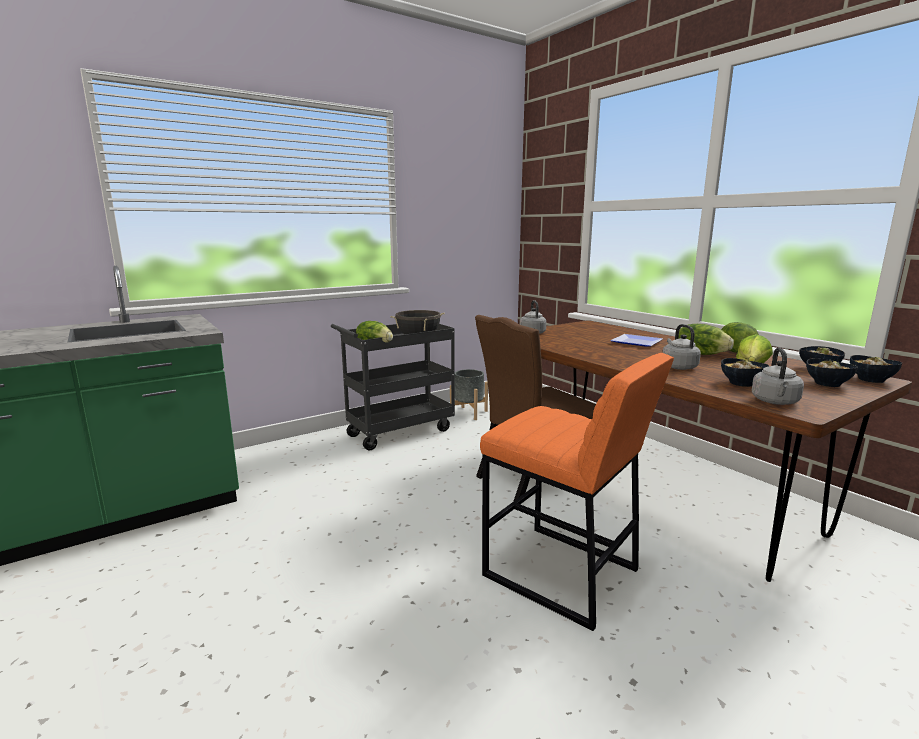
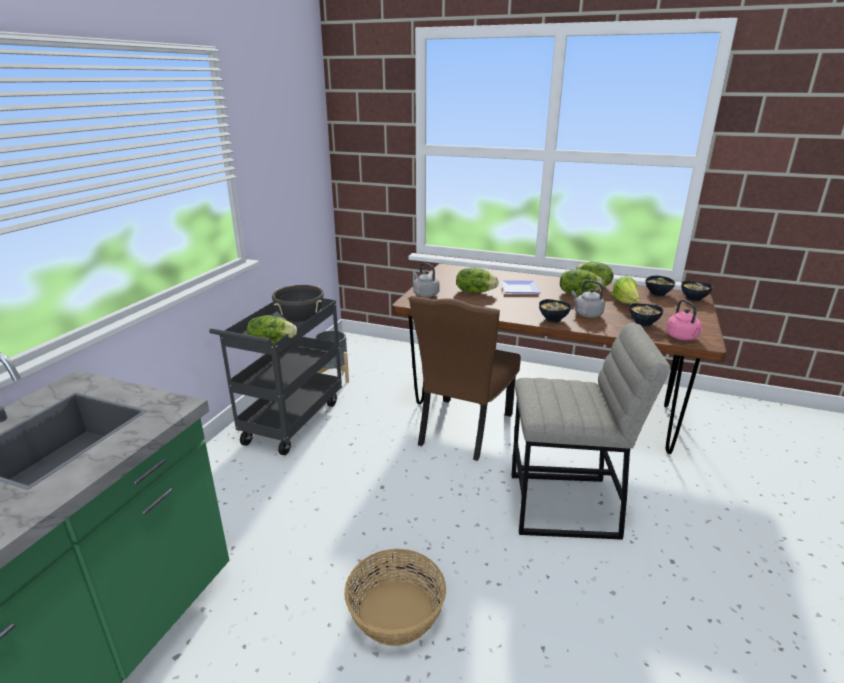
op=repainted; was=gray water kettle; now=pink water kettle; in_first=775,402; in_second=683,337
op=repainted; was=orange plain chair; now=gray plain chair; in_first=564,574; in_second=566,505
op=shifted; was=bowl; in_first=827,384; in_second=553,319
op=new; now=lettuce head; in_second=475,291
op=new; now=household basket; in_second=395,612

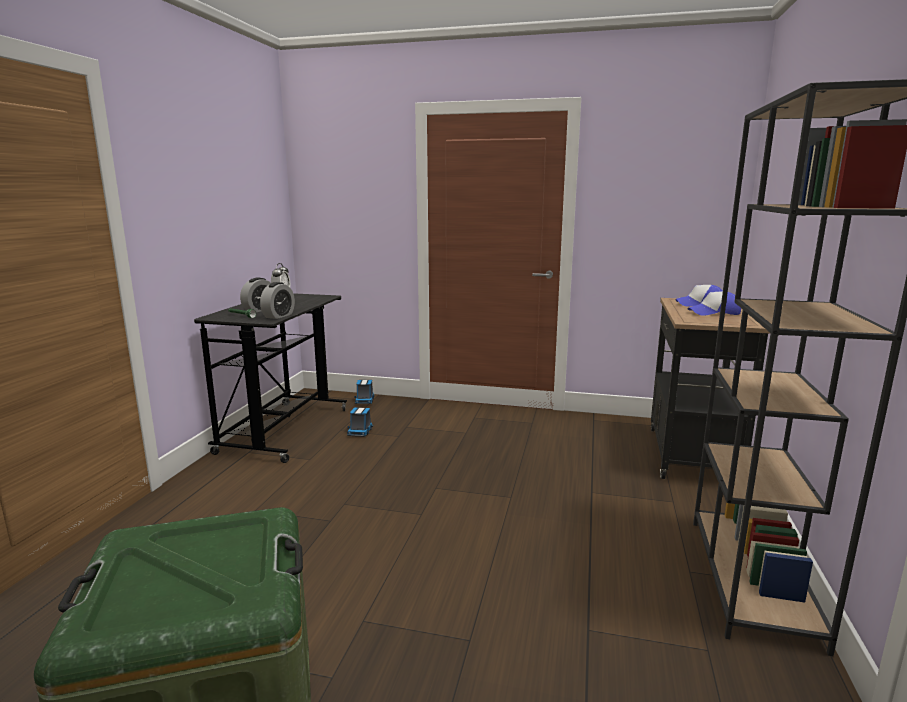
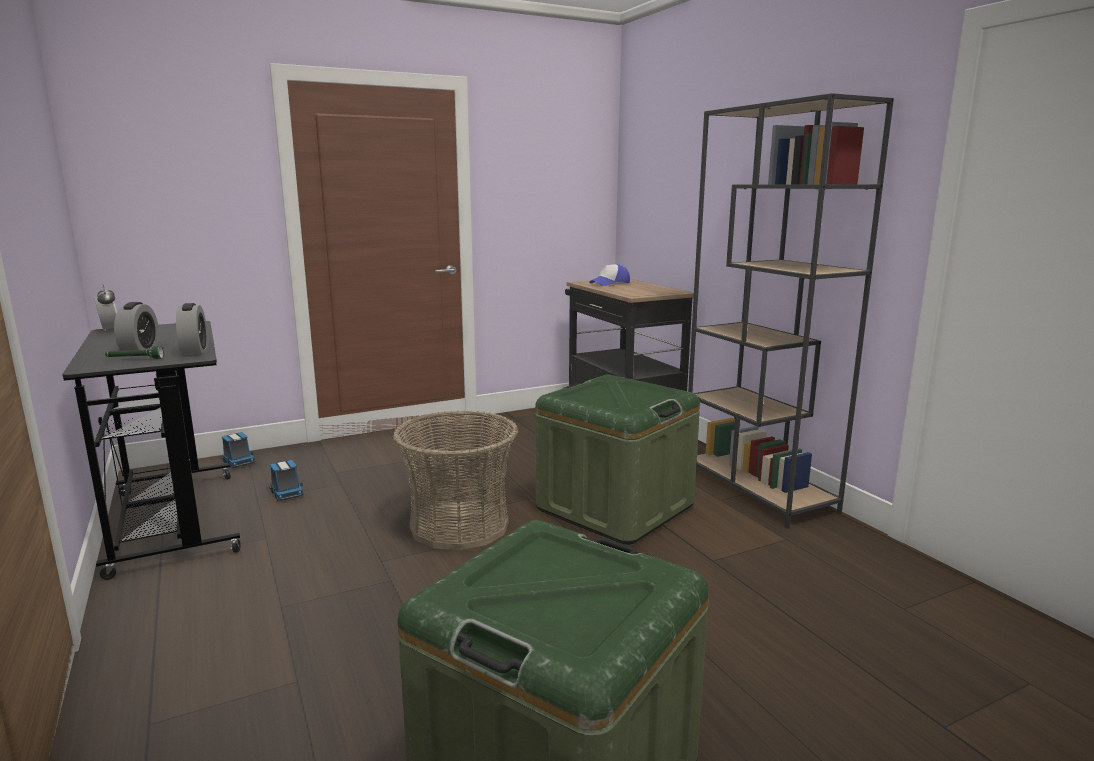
op=gone; was=cap; in_first=714,313
op=new; now=green-coloured storage bin; in_second=615,507
op=new; now=household basket; in_second=459,525

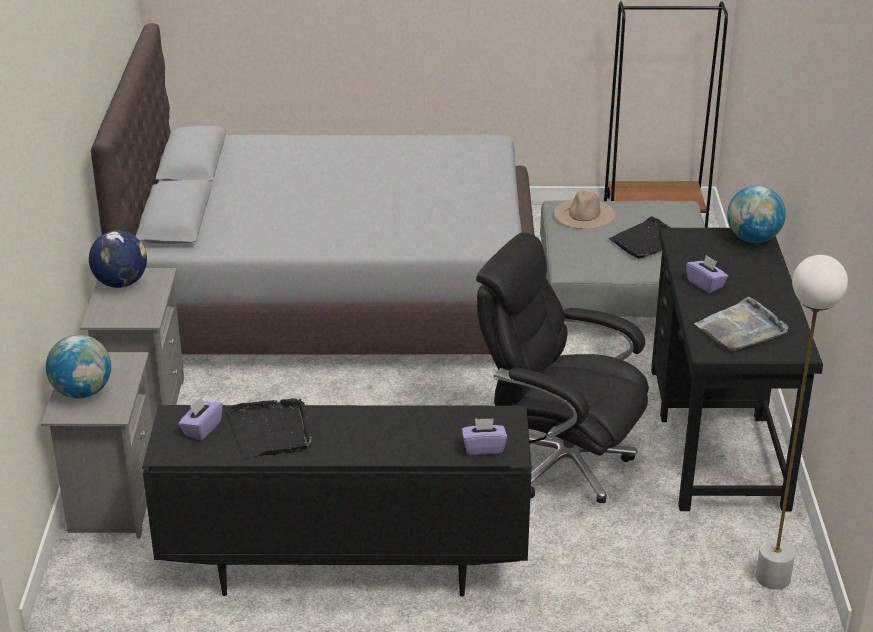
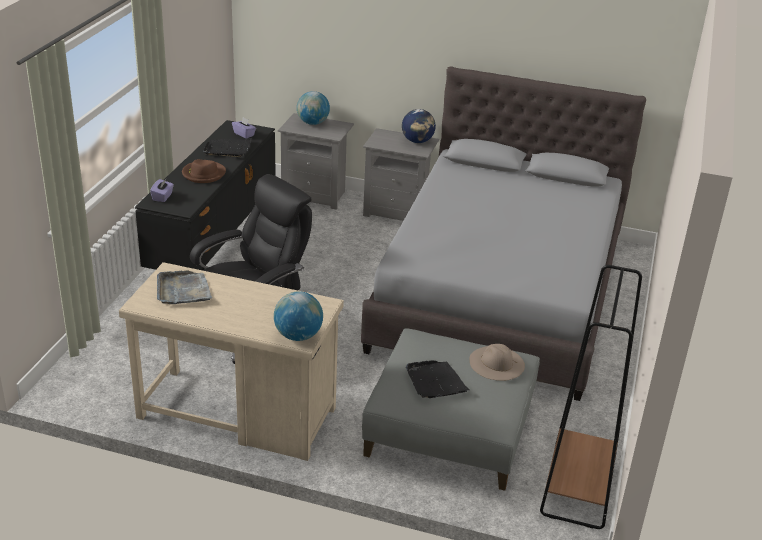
op=repainted; was=black desk unit; now=sand-coloured desk unit; in_first=718,436; in_second=236,414
op=gone; was=purple box of tissues; in_first=705,284
op=gone; was=white standard lamp; in_first=772,578
op=new; now=brown wearable hat; in_second=203,174

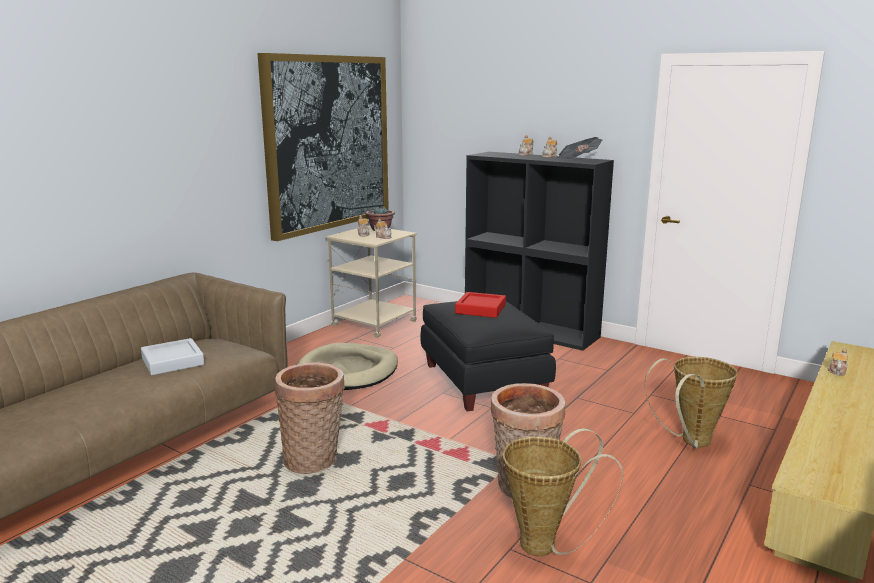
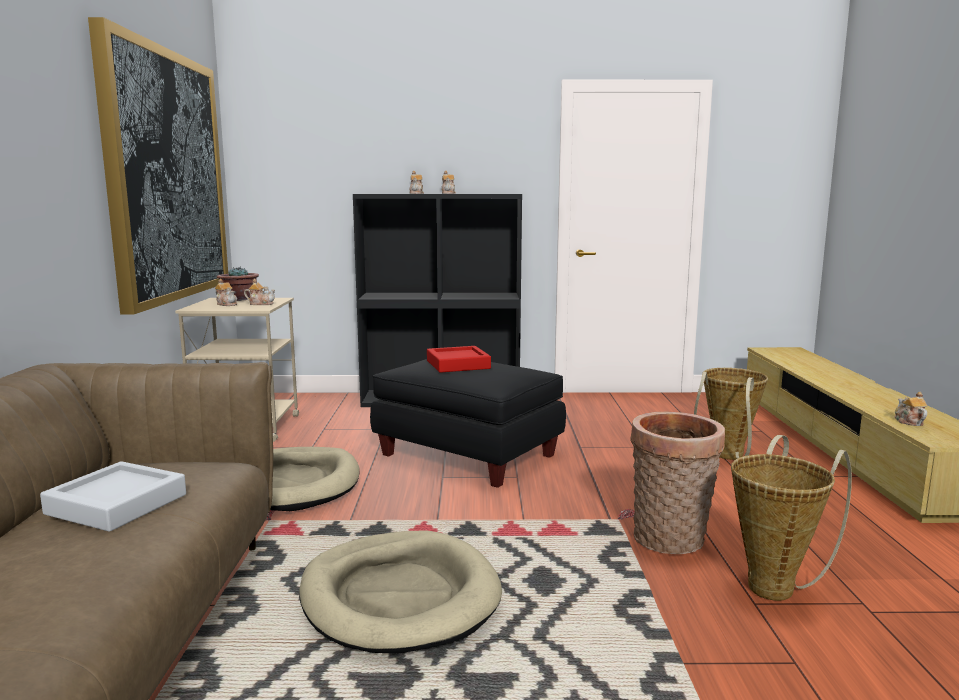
op=gone; was=newspaper; in_first=578,161
op=shifted; was=tea pot; in_first=837,371; in_second=908,422
op=swapped; was=household basket; now=sand-coloured dog cushion; in_first=314,460; in_second=399,597

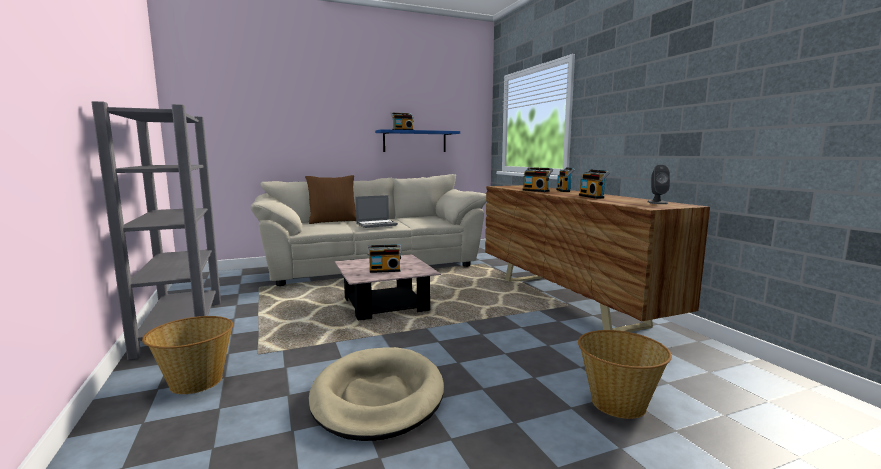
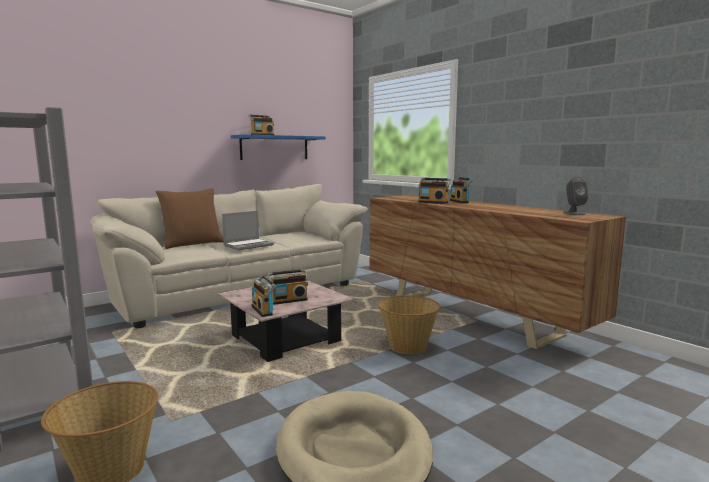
op=shifted; was=radio; in_first=592,197; in_second=263,310
op=shifted; was=household basket; in_first=618,403; in_second=408,346

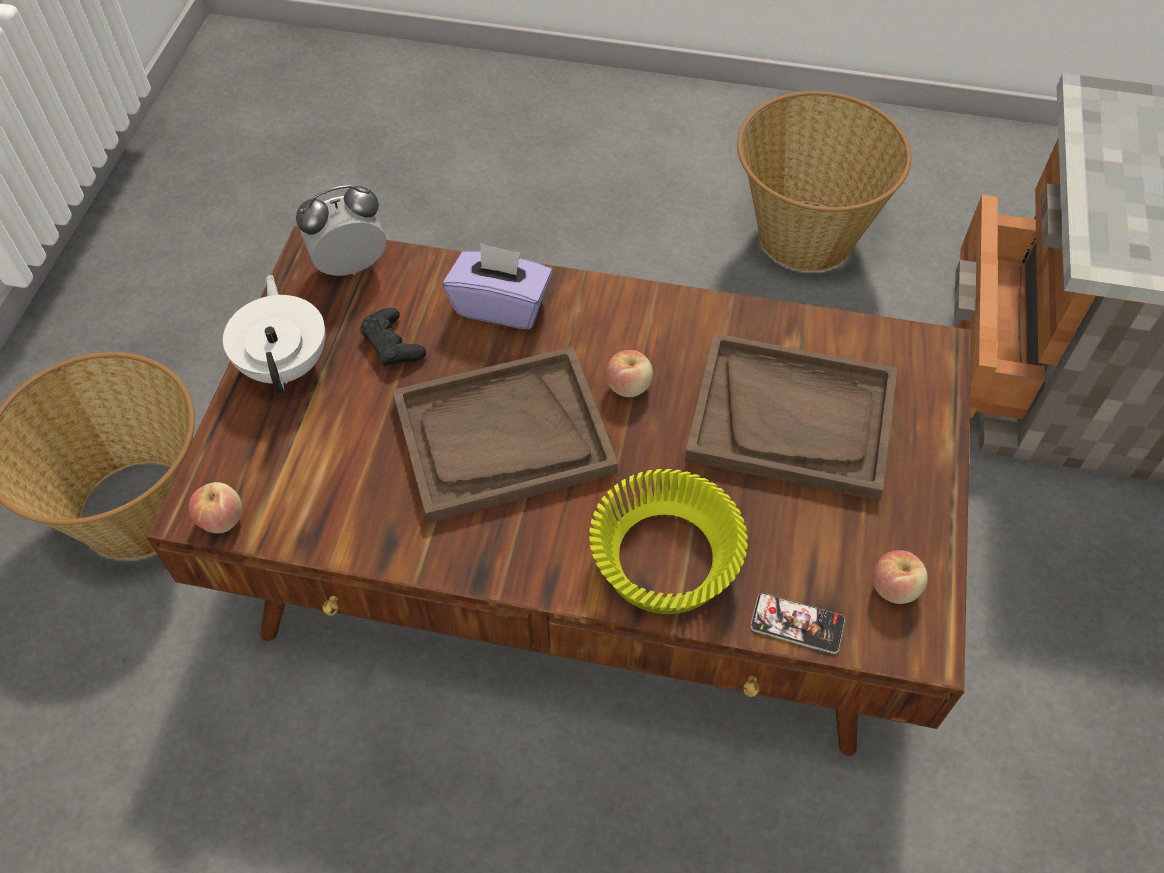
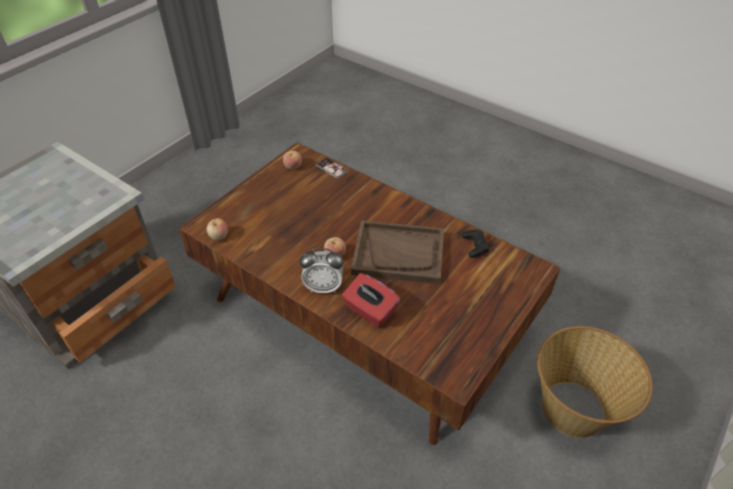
op=gone; was=household basket; in_first=804,234
op=shifted; was=bedside clock; in_first=351,266; in_second=323,287
op=repainted; was=purple box of tissues; now=reddish box of tissues; in_first=501,305; in_second=370,311
op=gone; was=white tea pot; in_first=286,364
op=shifted; was=black joypad; in_first=392,344; in_second=475,246
op=gone; was=brown serving tray; in_first=792,418
op=gone; was=yellow-coloured bowl; in_first=667,561
op=shifted; was=apple fruit; in_first=221,519; in_second=219,236

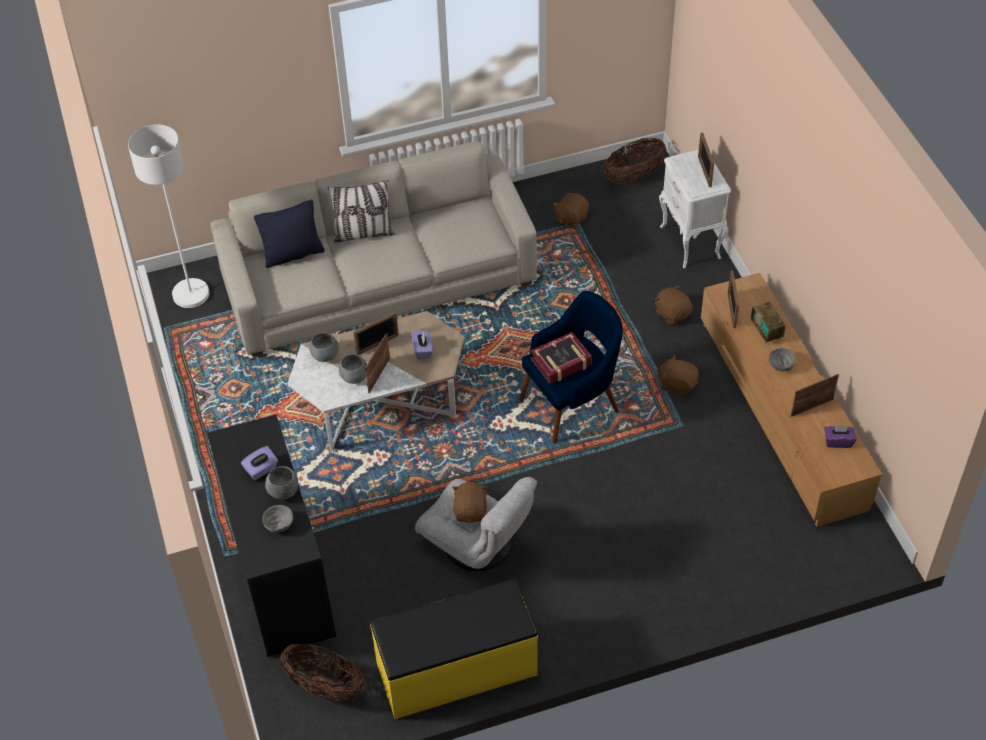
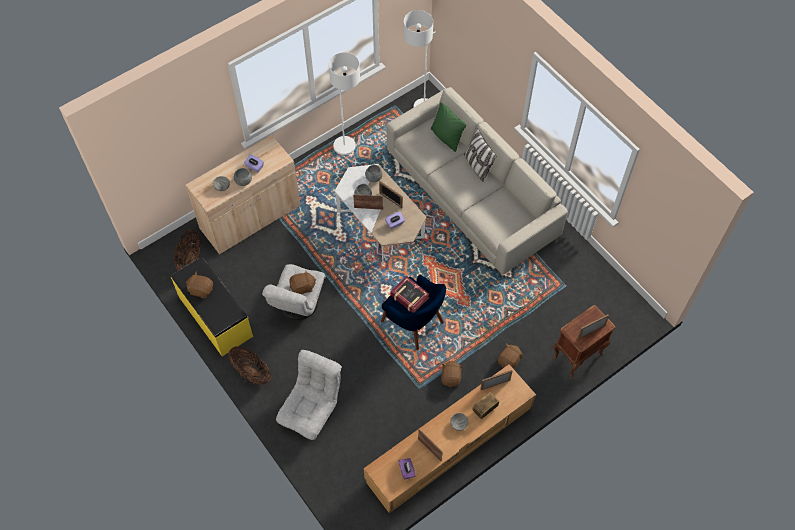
op=shifted; was=household basket; in_first=633,177; in_second=251,372
op=repainted; was=white night table; now=brown night table; in_first=690,242; in_second=577,356
op=shifted; was=brown plush toy; in_first=570,218; in_second=201,289
op=repainted; was=black pillow; now=green-coloured pillow; in_first=293,254; in_second=446,137
op=repainted; was=black cabinet; now=sand-coloured cabinet; in_first=281,575; in_second=250,217
op=new; now=white standard lamp; in_second=348,151
op=new; now=gray armchair; in_second=312,410

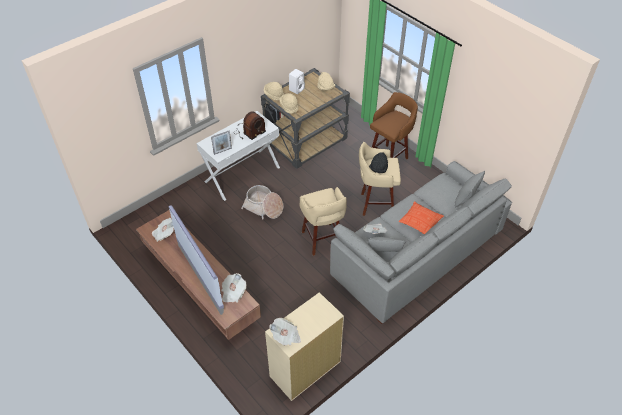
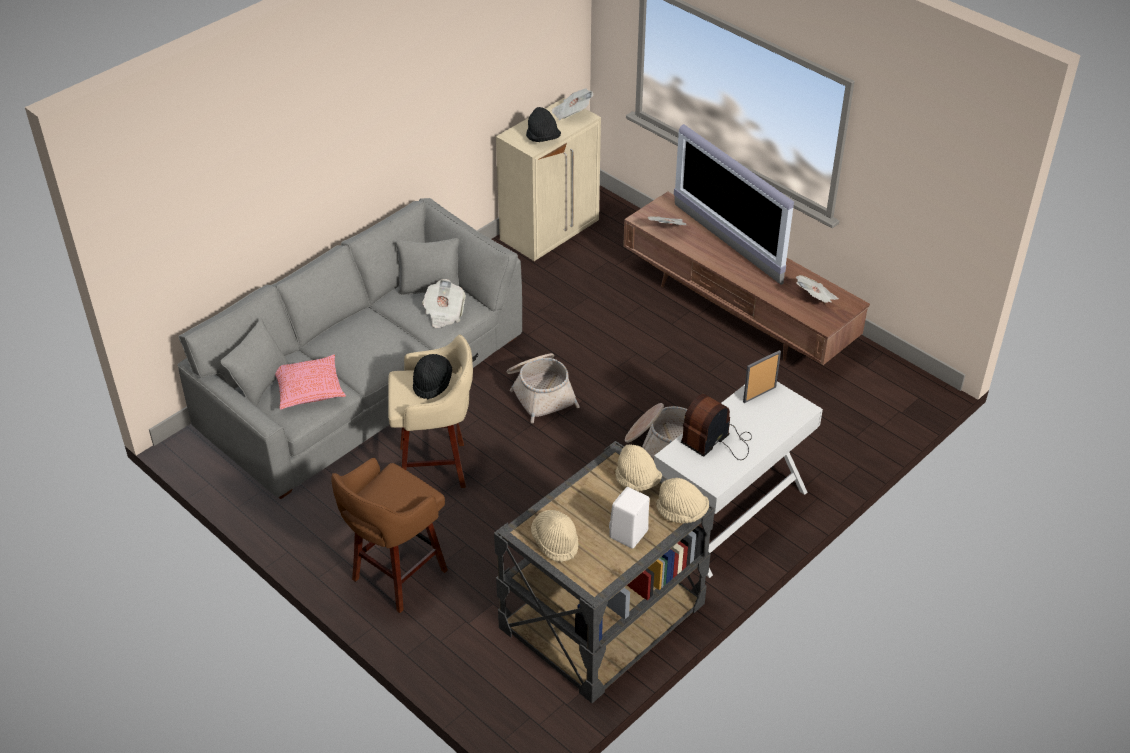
op=swapped; was=sand-coloured sitting stool; now=household basket; in_first=322,241; in_second=540,393
op=gone; was=orange pillow; in_first=420,222
op=new; now=black wearable hat; in_second=543,139
op=new; now=pink pillow; in_second=309,390

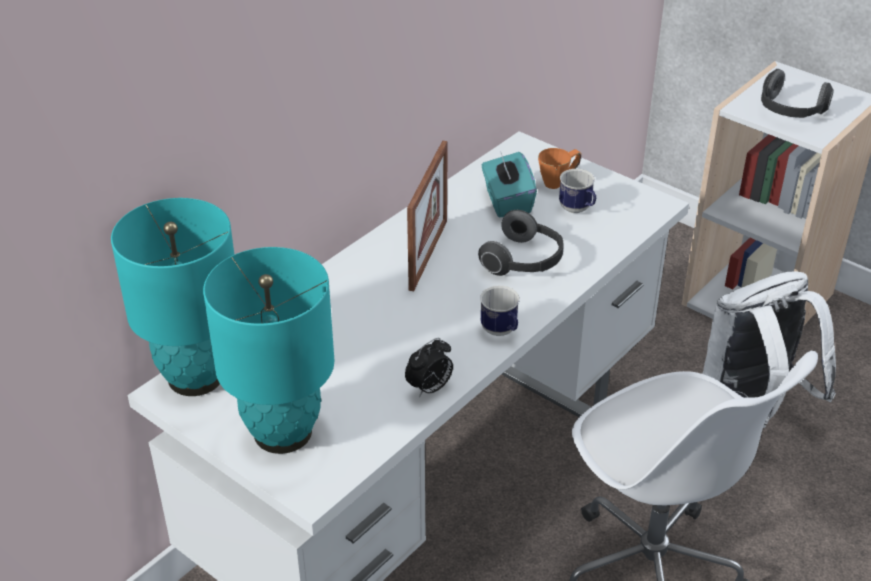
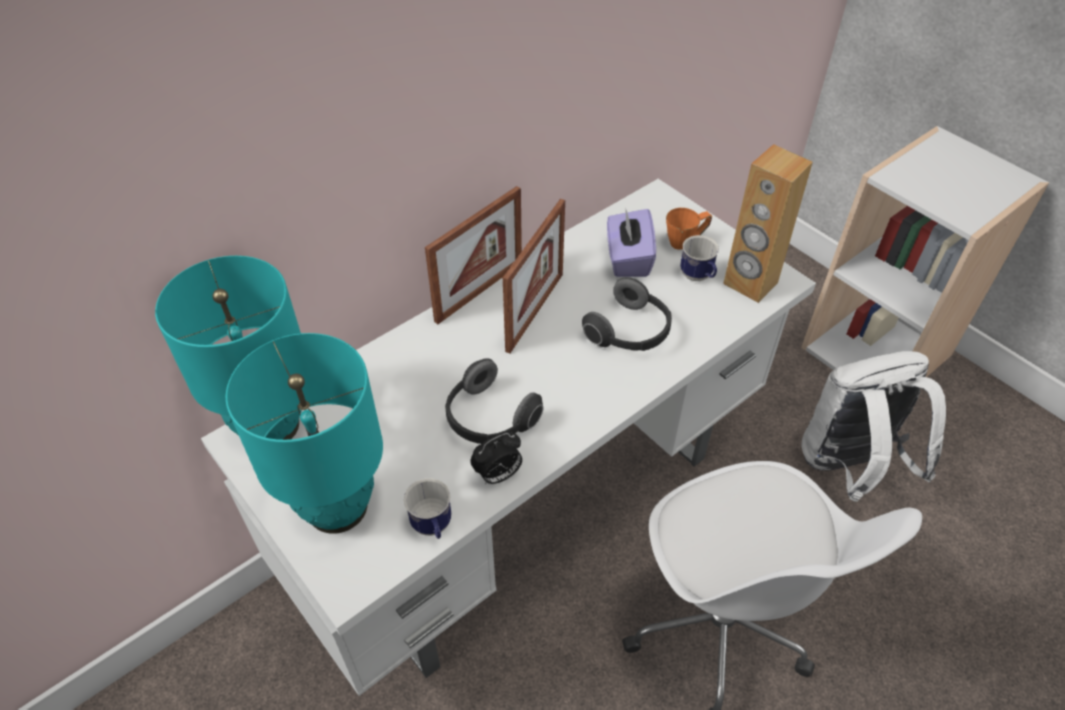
op=shifted; was=pair of headphones; in_first=790,111; in_second=489,419
op=repainted; was=turquoise-coloured box of tissues; now=purple box of tissues; in_first=507,201; in_second=628,259
op=shifted; was=mug; in_first=501,332; in_second=433,527
op=new; now=brown speaker; in_second=750,283
op=new; now=standing frame; in_second=479,291

